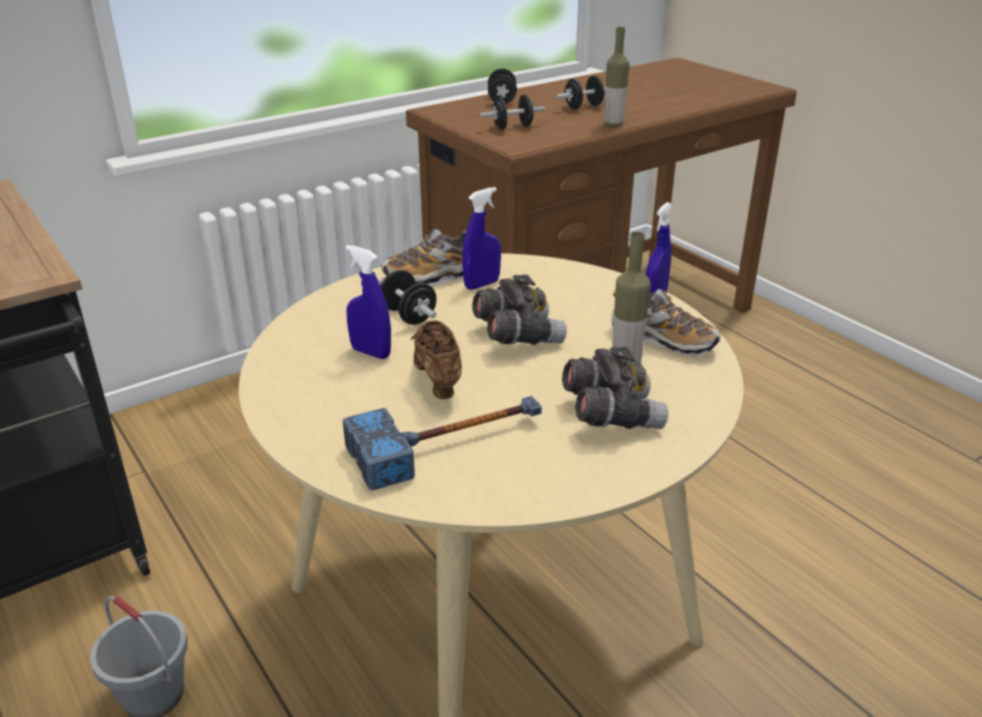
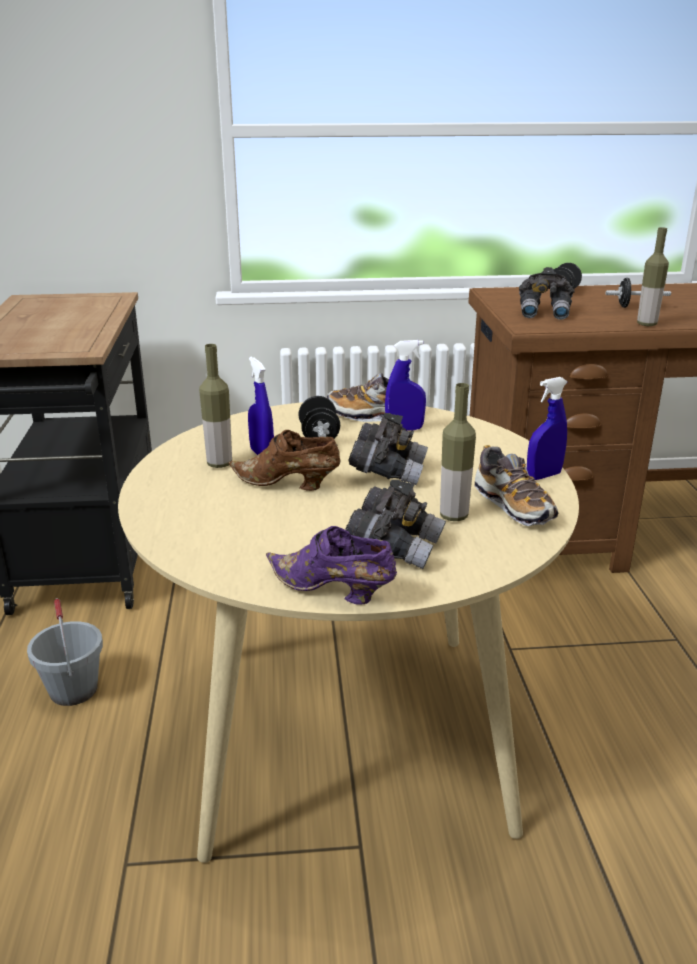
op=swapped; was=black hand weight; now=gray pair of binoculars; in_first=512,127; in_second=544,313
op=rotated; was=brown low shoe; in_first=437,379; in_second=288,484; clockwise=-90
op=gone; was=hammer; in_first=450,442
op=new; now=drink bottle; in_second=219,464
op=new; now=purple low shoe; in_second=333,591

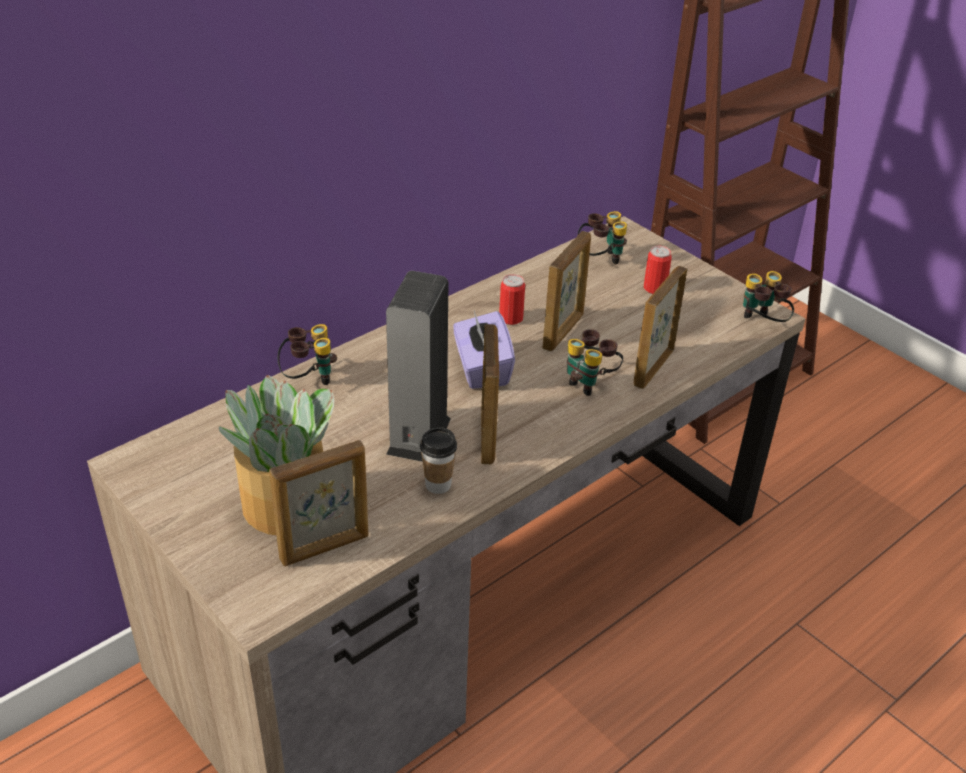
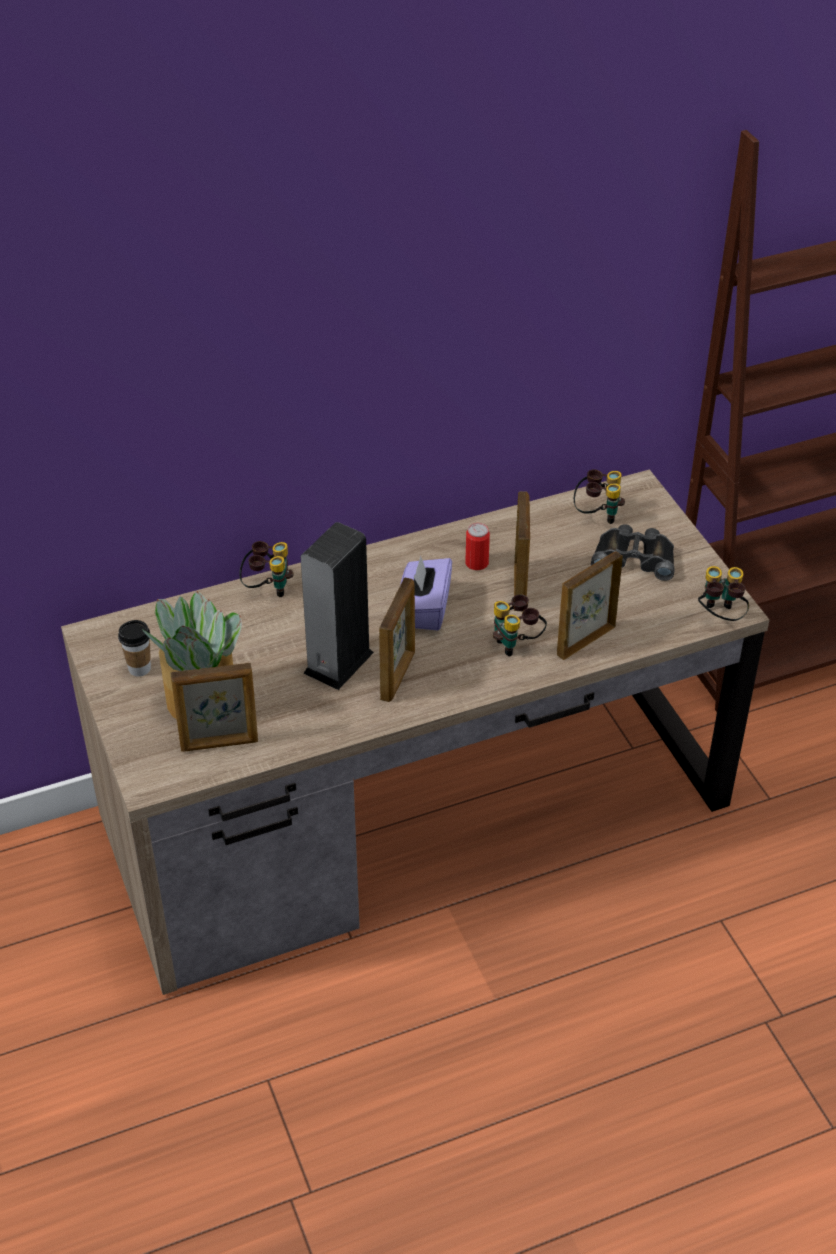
op=rotated; was=standing frame; in_first=563,331; in_second=519,587; clockwise=-45
op=swapped; was=metal can; now=black pair of binoculars; in_first=654,288; in_second=634,558
op=shifted; was=cup; in_first=438,485; in_second=139,668

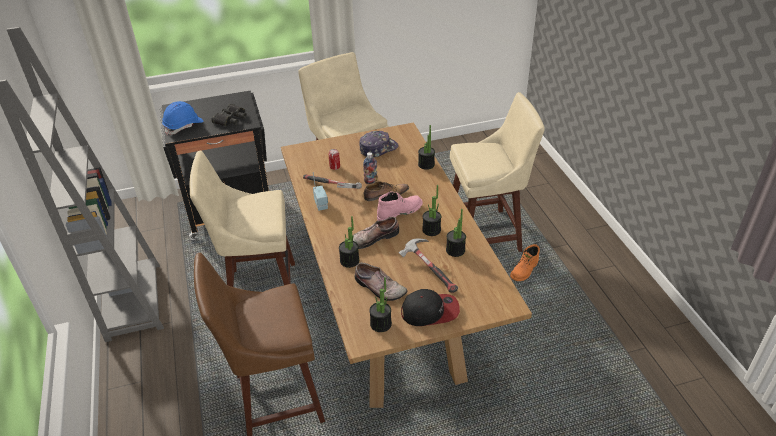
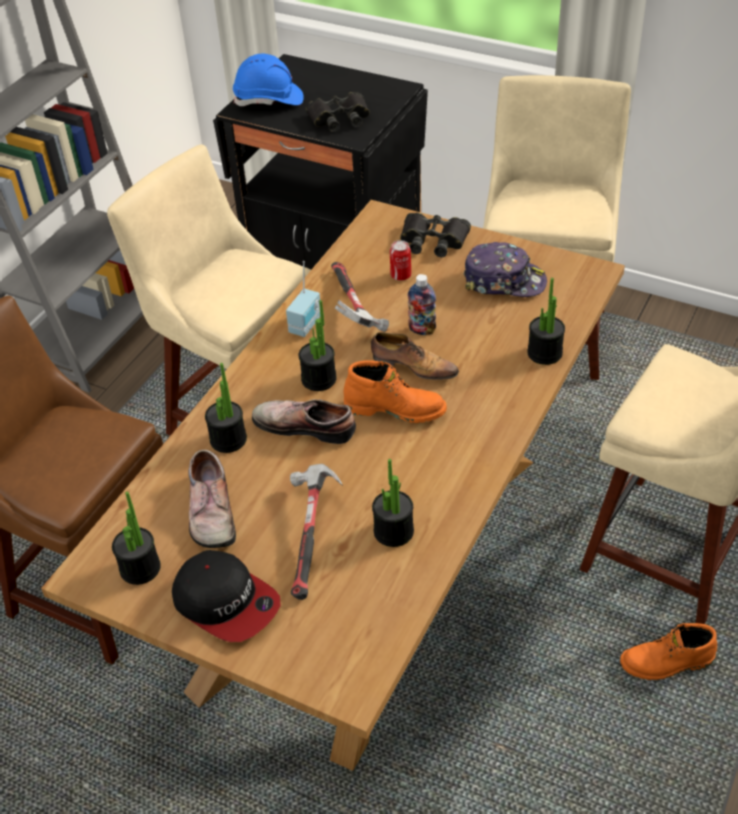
op=shifted; was=potted plant; in_first=431,230; in_second=319,379
op=repainted; was=pink tall boot; now=orange tall boot; in_first=399,212; in_second=395,409
op=new; now=black pair of binoculars; in_second=433,240

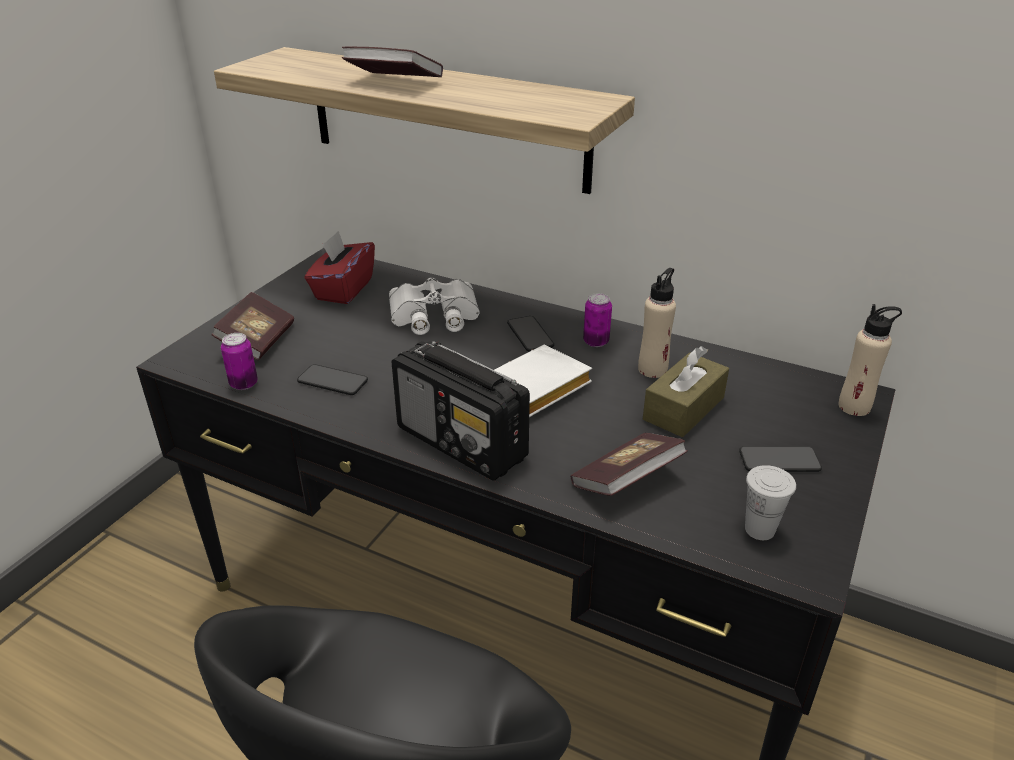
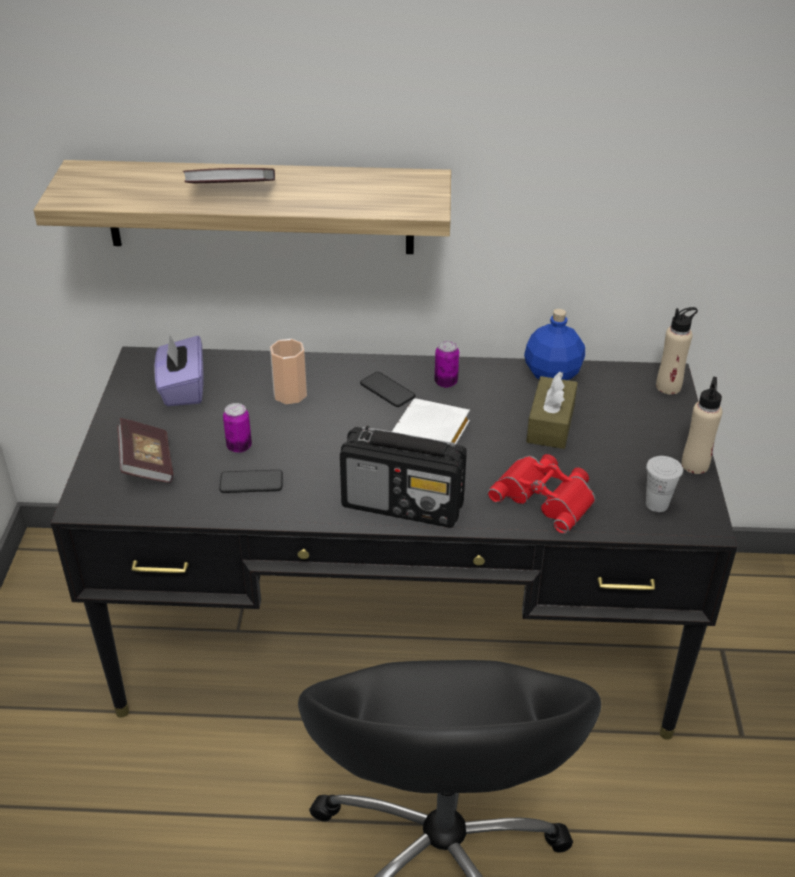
op=repainted; was=reddish box of tissues; now=purple box of tissues; in_first=343,289; in_second=182,388
op=shifted; was=sand-coloured drink bottle; in_first=652,369; in_second=695,465
op=swapped; was=white pair of binoculars; now=cup; in_first=434,316; in_second=290,394
op=shifted; was=metal can; in_first=244,384; in_second=239,447
op=swapped; was=bound book; now=reddish pair of binoculars; in_first=626,480; in_second=546,496
op=gone; was=telephone; in_first=779,460
op=new; now=blue drink bottle; in_second=553,374

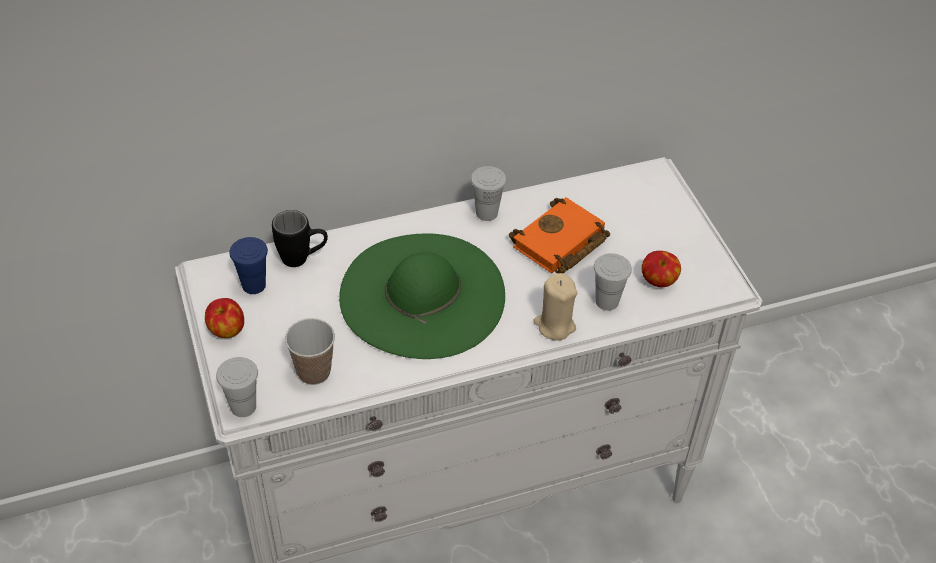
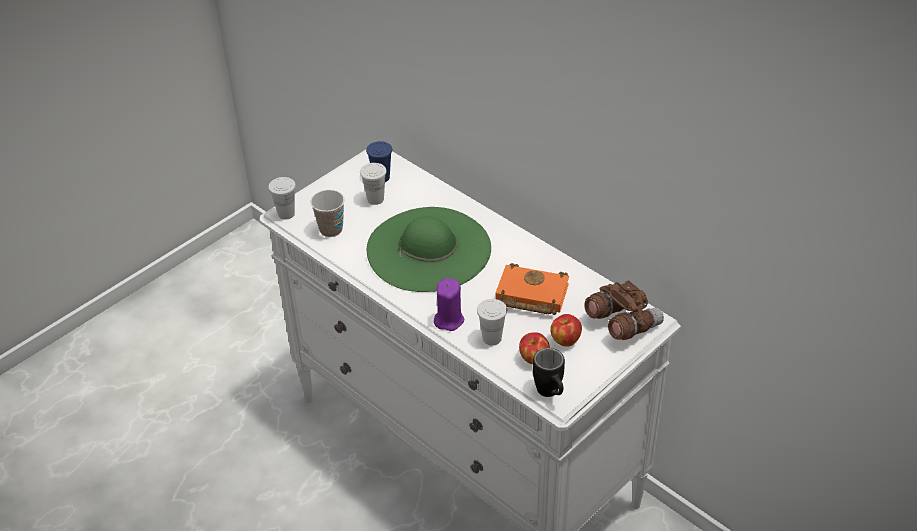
op=shifted; was=white cup; in_first=486,213; in_second=375,199
op=shifted; was=black mug; in_first=303,259; in_second=550,394
op=repainted; was=sand-coloured candle; now=purple candle; in_first=554,325; in_second=449,320
op=shifted; was=apple fruit; in_first=226,331; in_second=565,340
op=new; now=brown pair of binoculars; in_second=621,323

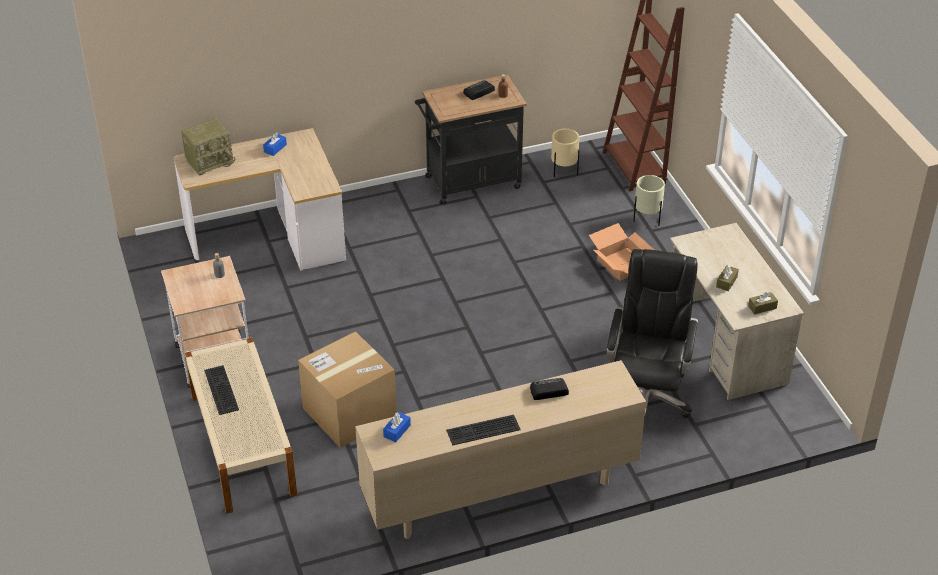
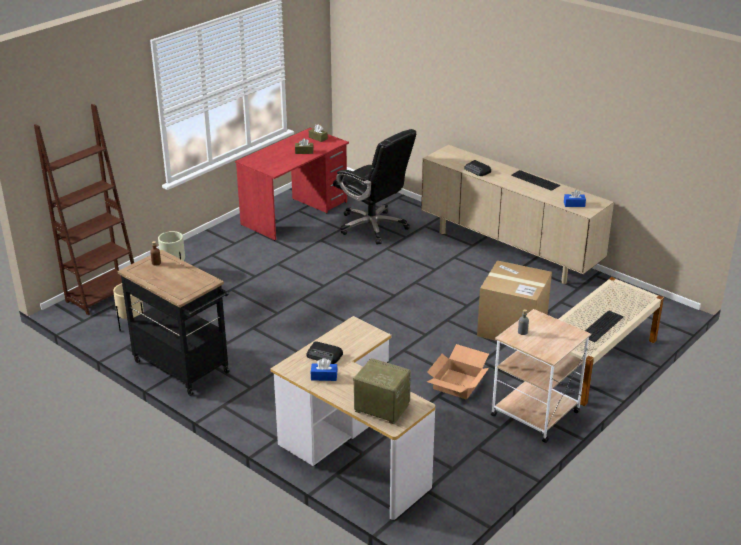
op=shifted; was=radio; in_first=478,92; in_second=325,356
op=shifted; was=cardboard box; in_first=624,264; in_second=457,383
op=repainted; was=sand-coloured desk unit; now=reddish desk unit; in_first=725,345; in_second=295,213
op=rotated; was=black desk chair; in_first=646,397; in_second=372,227; clockwise=-120

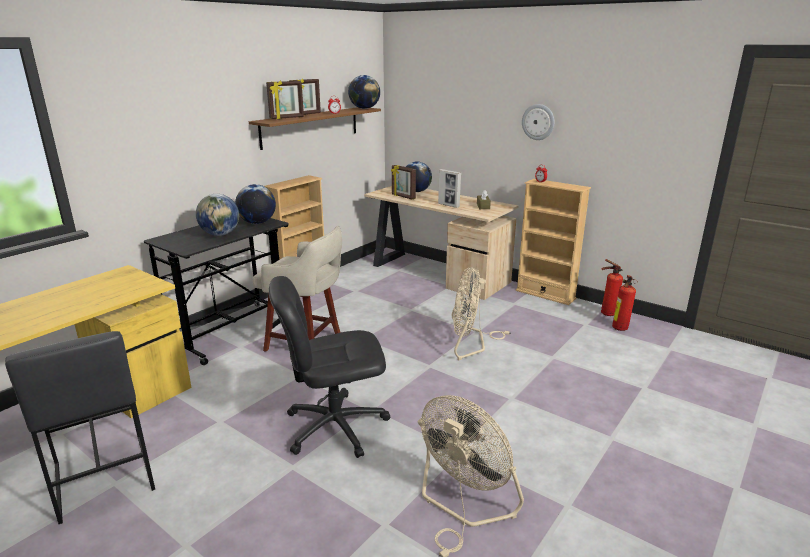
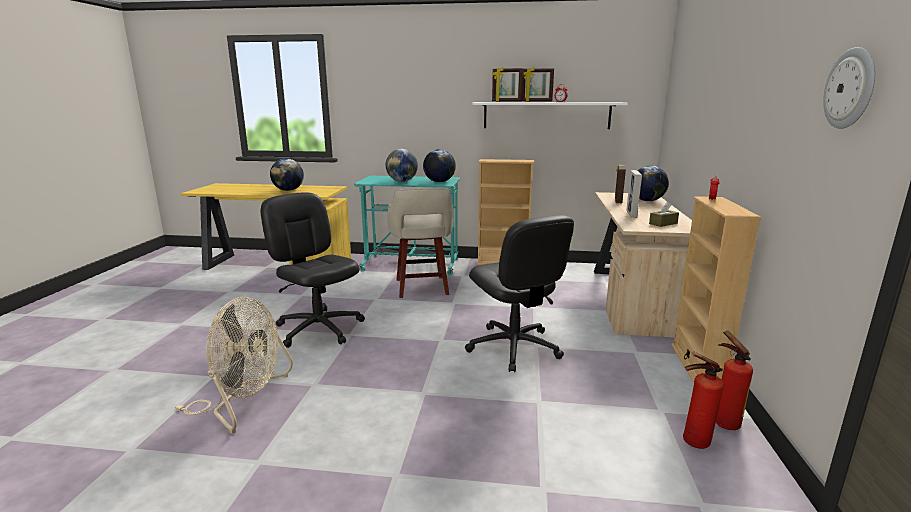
op=shifted; was=desk globe; in_first=364,108; in_second=288,190
op=shifted; was=wall clock; in_first=538,122; in_second=850,88
op=repainted; was=brown shelf; now=white shelf; in_first=311,127; in_second=546,115
op=repainted; was=black desk unit; now=turquoise-coloured desk unit; in_first=233,332; in_second=411,265
op=swapped; was=sand-coloured fan; now=black desk chair; in_first=471,340; in_second=513,347
op=gone; was=gray sitting stool; in_first=103,478

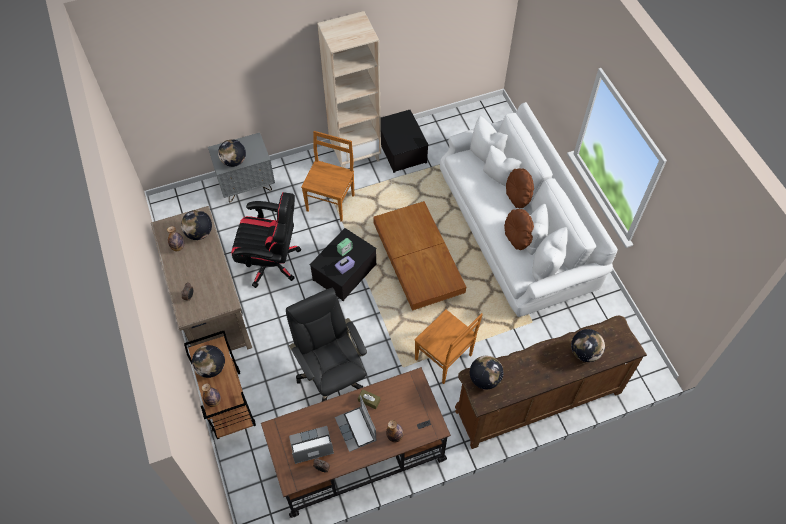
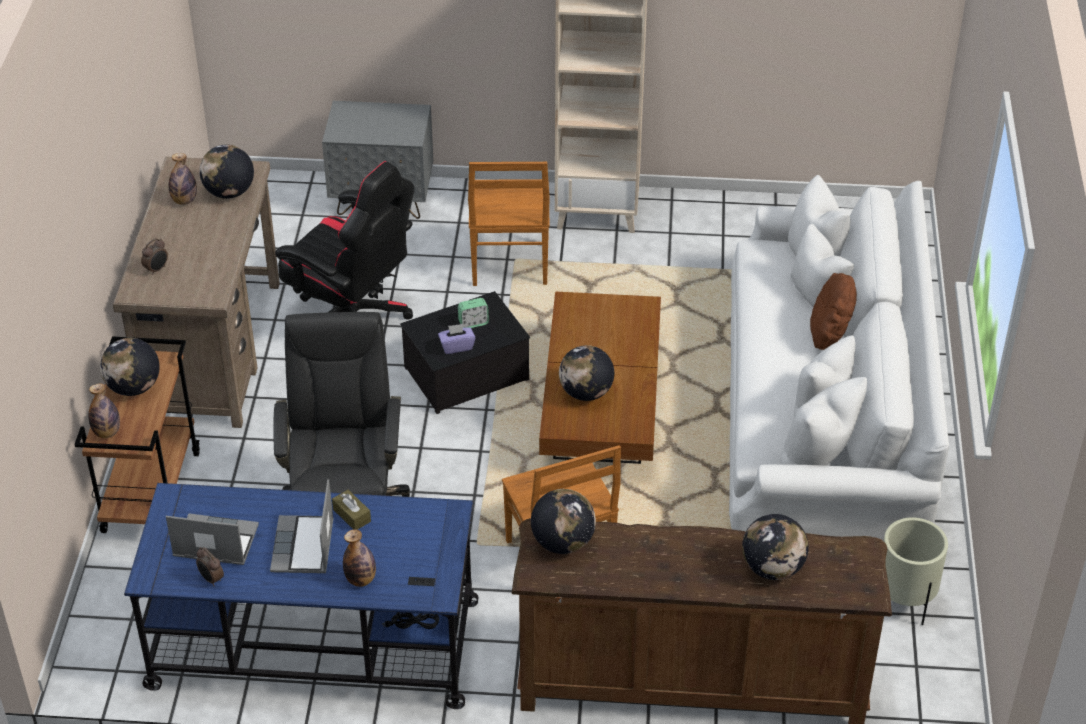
op=gone; was=storage bin; in_first=401,150
op=rotated; was=brown plain chair; in_first=331,202; in_second=509,266; clockwise=135
op=shifted; was=desk globe; in_first=234,161; in_second=585,393
op=gone; was=brown pillow; in_first=517,239
op=repainted; was=brown desk unit; now=blue desk unit; in_first=358,456; in_second=315,645
op=new; now=sand-coloured flower pot; in_second=904,602

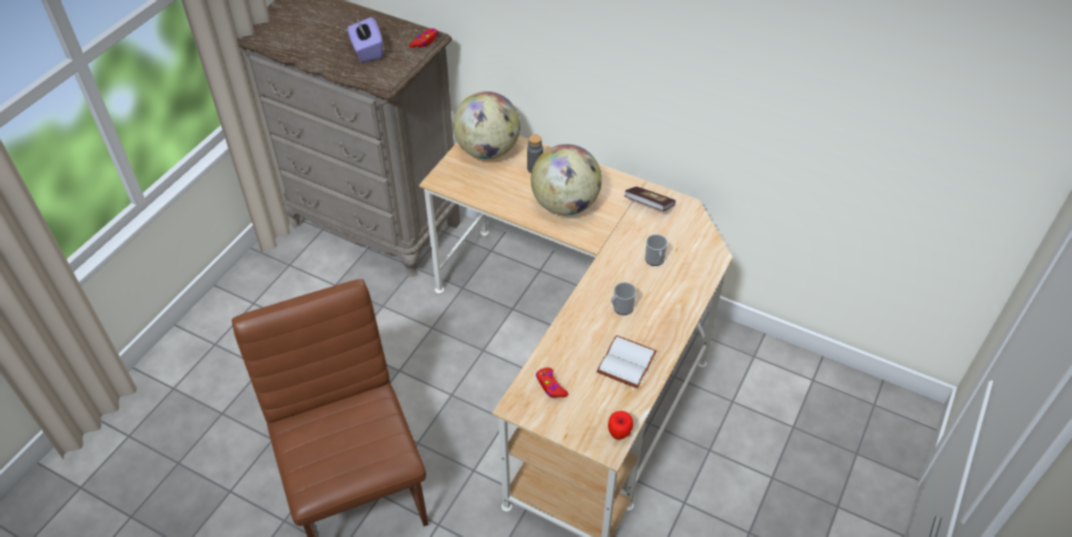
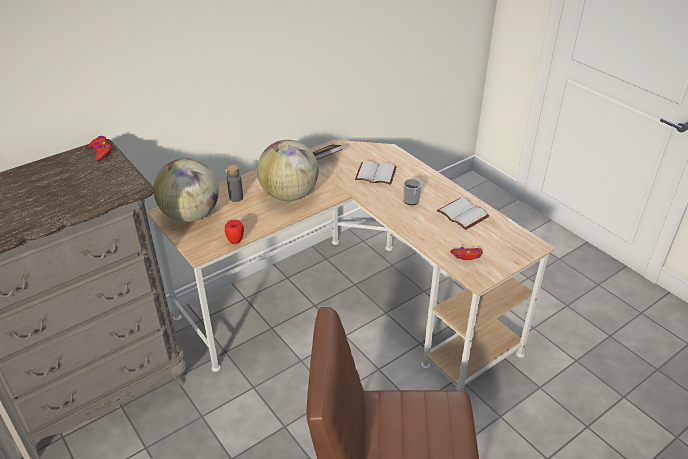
op=gone; was=purple box of tissues; in_first=367,51
op=swapped; was=mug; now=white bound book; in_first=655,260; in_second=376,174
op=shifted; was=apple fruit; in_first=619,435; in_second=235,241

